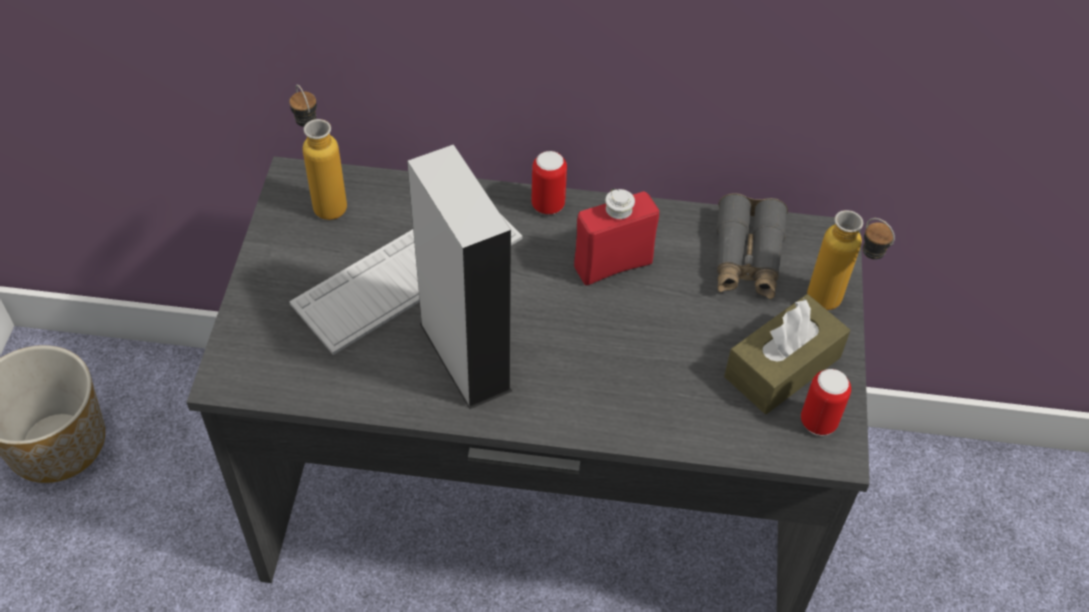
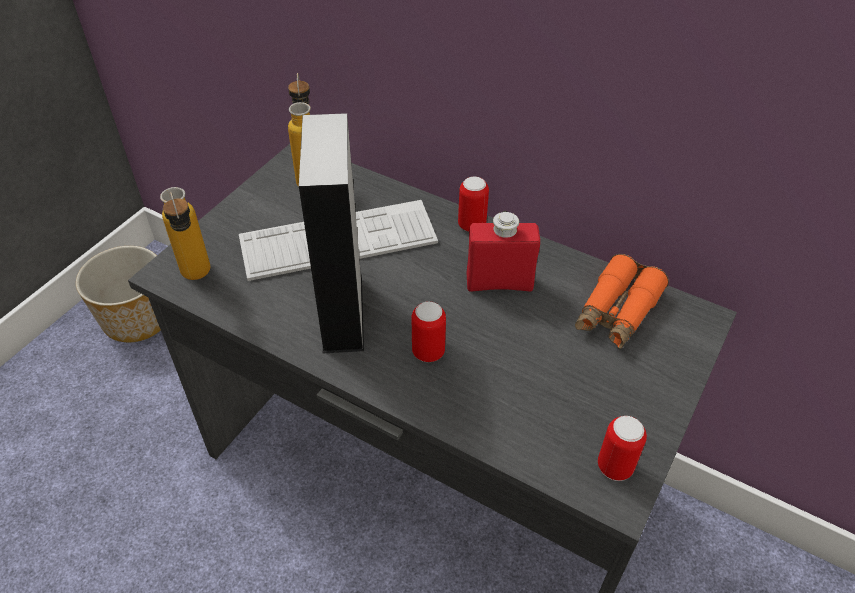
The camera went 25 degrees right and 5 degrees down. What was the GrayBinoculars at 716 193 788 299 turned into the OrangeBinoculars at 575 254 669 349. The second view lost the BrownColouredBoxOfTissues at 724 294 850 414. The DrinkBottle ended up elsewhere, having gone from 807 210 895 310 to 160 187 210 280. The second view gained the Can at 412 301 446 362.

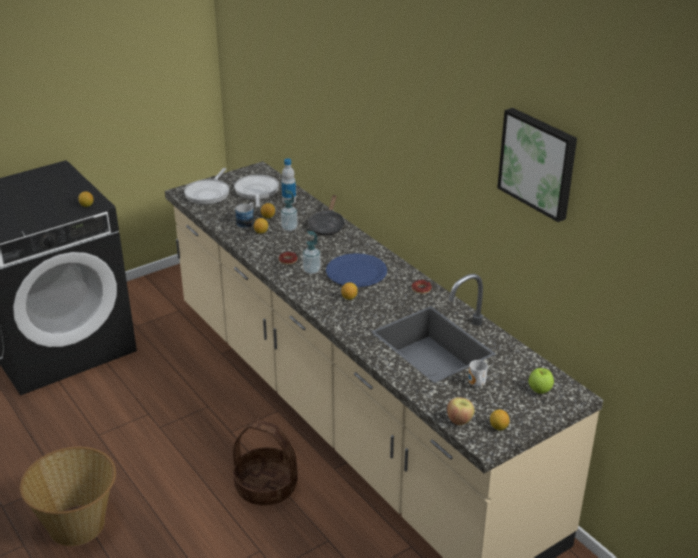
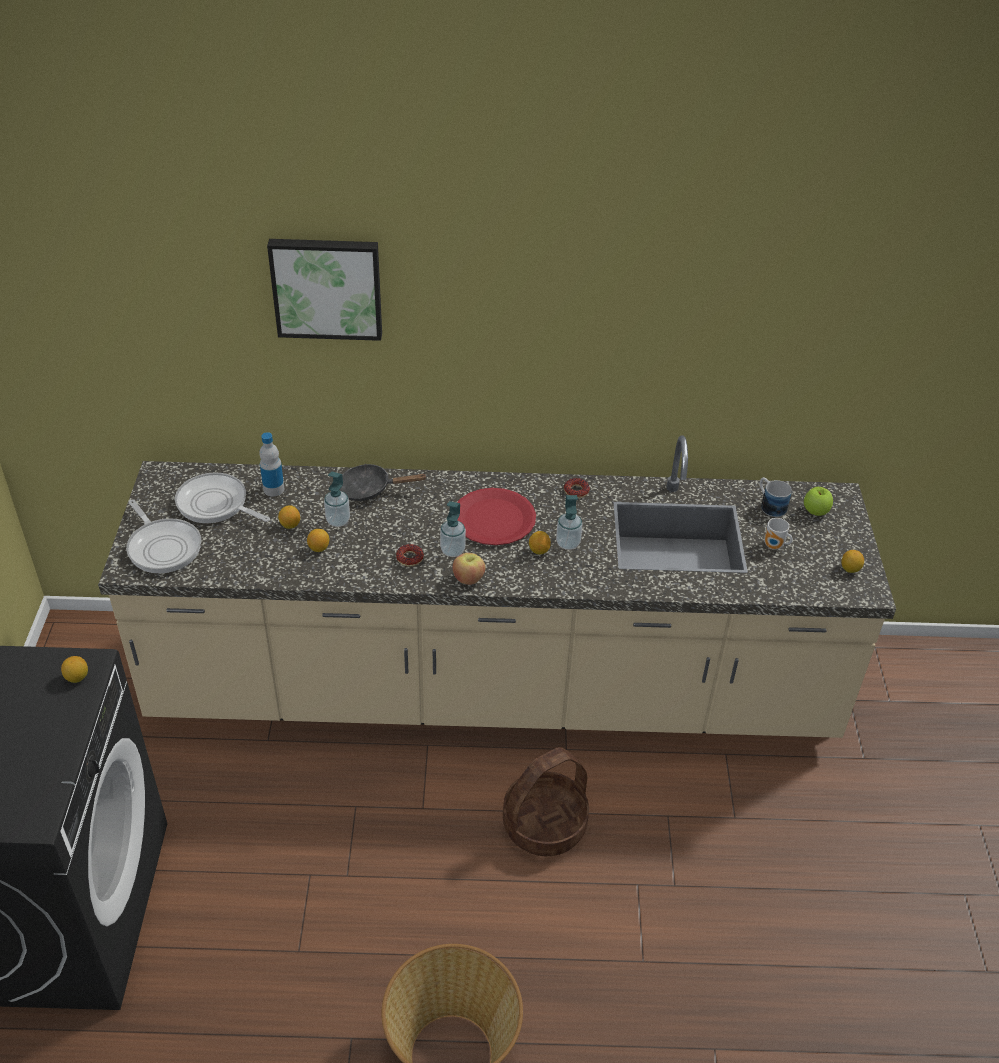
The camera went 55 degrees left and 10 degrees up. The TeaMug ended up elsewhere, having gone from 236 202 254 228 to 760 477 792 517. The BlackColouredPan at 308 195 345 235 ended up facing another way, 135 degrees clockwise from before. What was the BluishDinnerPlate at 326 253 387 287 turned into the ReddishDinnerPlate at 457 488 536 545. The AppleFruit ended up elsewhere, having gone from 447 397 474 425 to 453 553 485 585. The WallArt ended up elsewhere, having gone from 497 108 577 222 to 267 239 382 341. The second view gained the LiquidSoapBottle at 556 495 583 550.

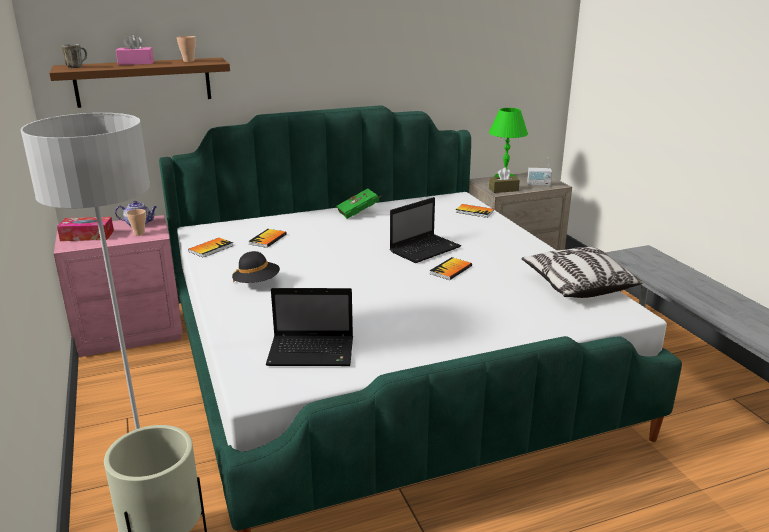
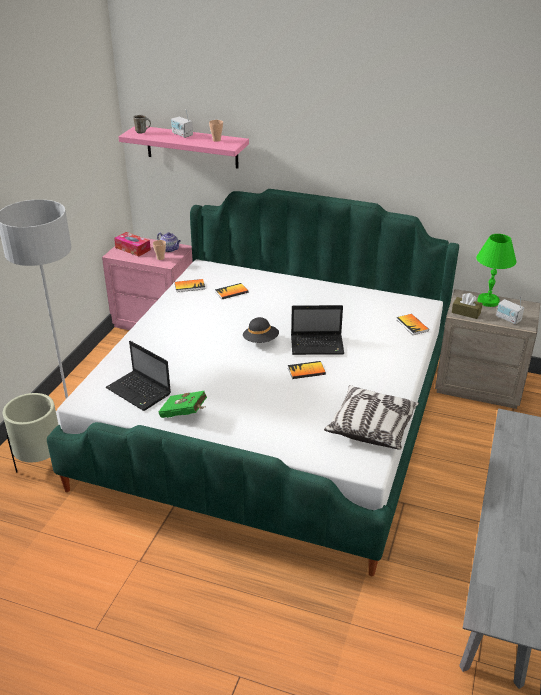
The camera went 40 degrees right and 10 degrees up. What was the BrownColouredBracketShelf at 49 57 230 108 turned into the PinkColouredBracketShelf at 118 126 249 168. Where the PinkColouredBoxOfTissues stood at 116 34 154 65, the RadioSet came to stand at 171 111 193 138. The BlackColouredClothingHat ended up elsewhere, having gone from 232 251 280 283 to 243 317 279 343. The GreenColouredBoundBook ended up elsewhere, having gone from 336 188 383 219 to 159 391 207 418.

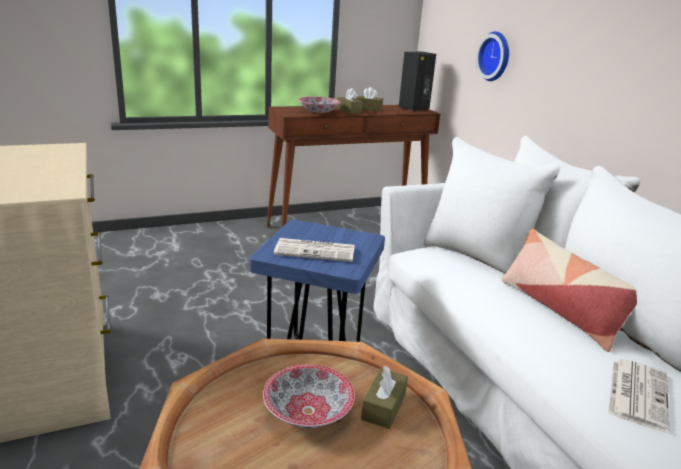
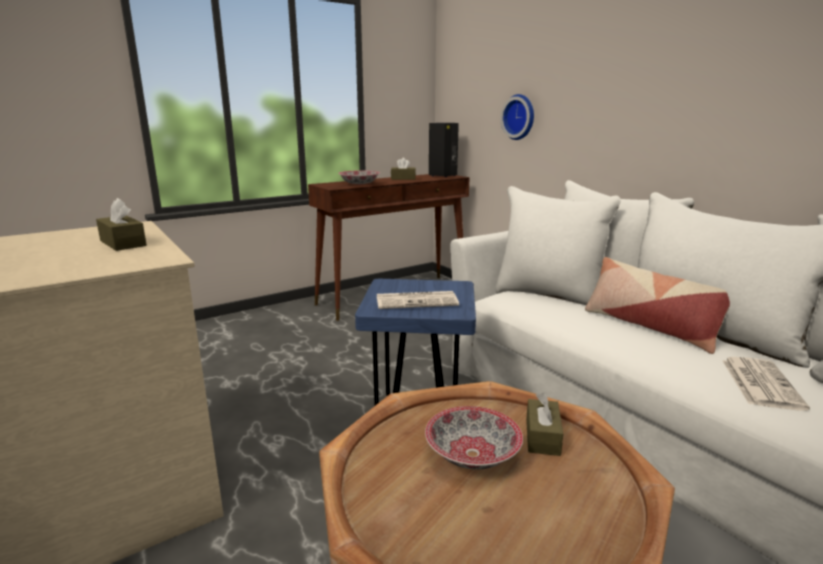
The camera went 10 degrees left and 5 degrees down. The BrownColouredBoxOfTissues ended up elsewhere, having gone from 337 88 363 114 to 96 198 147 251.

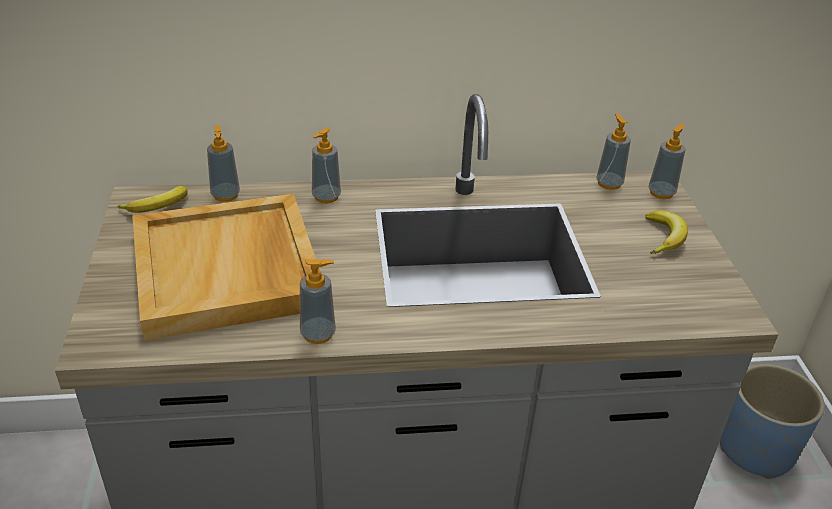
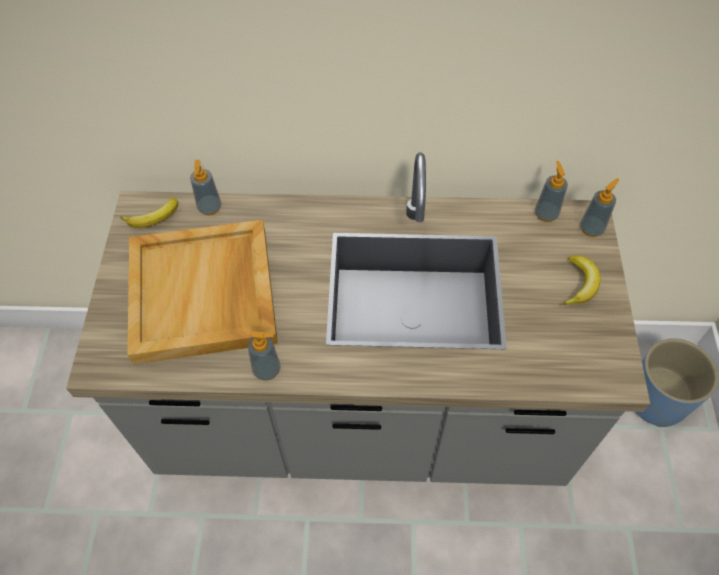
The camera went 10 degrees right and 20 degrees up. The second view lost the LiquidSoapBottle at 312 128 341 203.

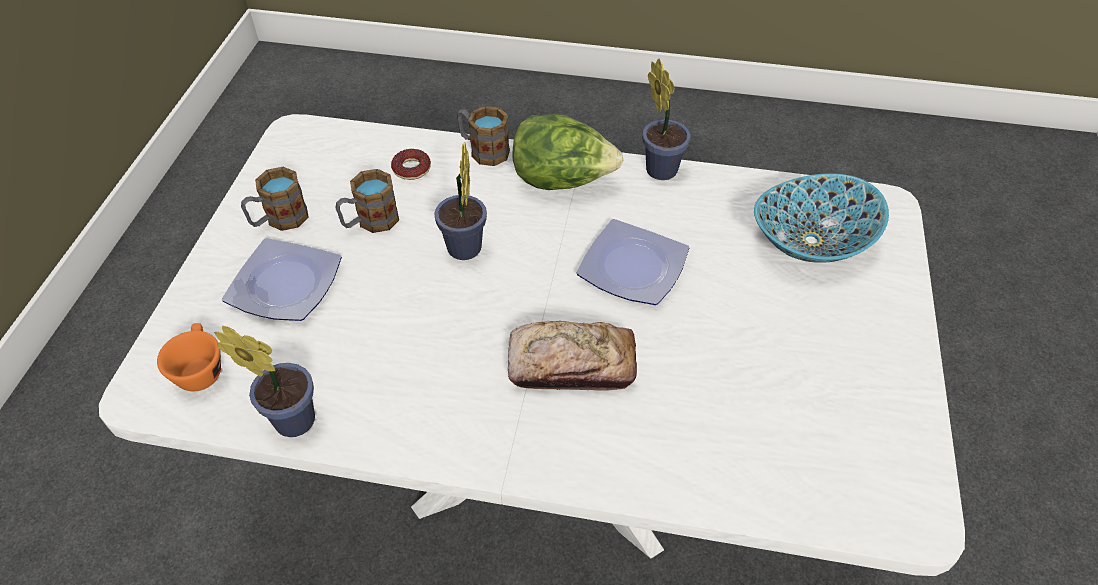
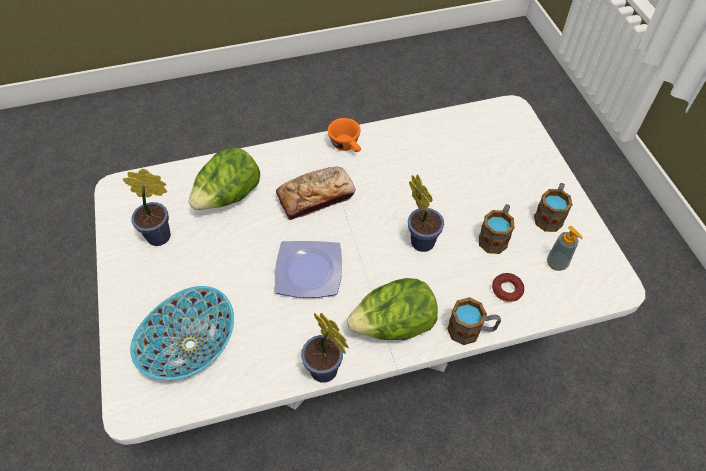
The camera went 155 degrees right and 5 degrees up. The OrangeCup ended up elsewhere, having gone from 157 323 221 391 to 328 118 361 152. The PottedPlant ended up elsewhere, having gone from 214 326 315 437 to 123 169 171 246. The second view lost the DinnerPlate at 222 238 342 321. The second view gained the Lettuce at 189 148 260 210. The second view gained the LiquidSoapBottle at 547 226 583 271.

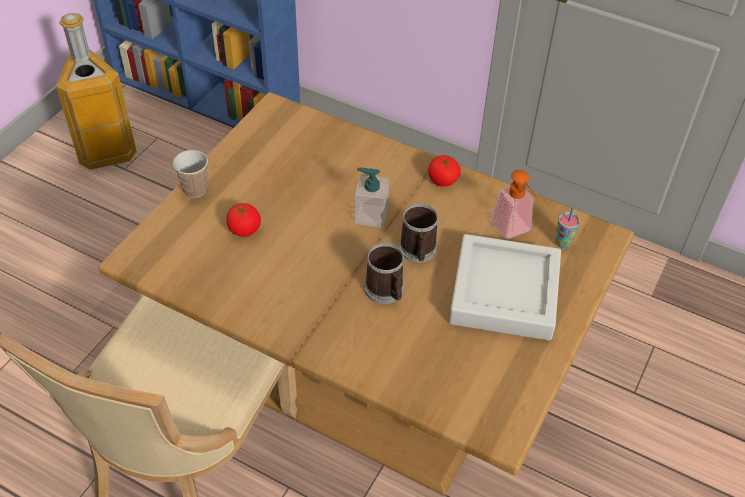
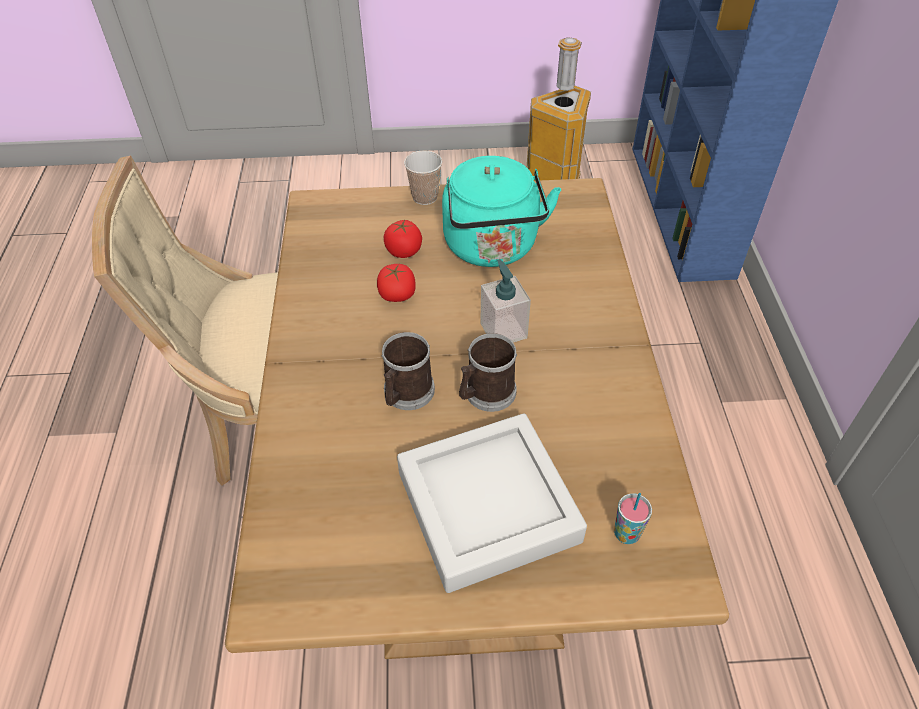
The camera went 60 degrees right and 0 degrees up. The Tomato ended up elsewhere, having gone from 428 155 461 187 to 377 264 416 302. The second view lost the LiquidSoapBottle at 491 170 538 239. The second view gained the TurquoiseColouredKettle at 442 156 561 267.

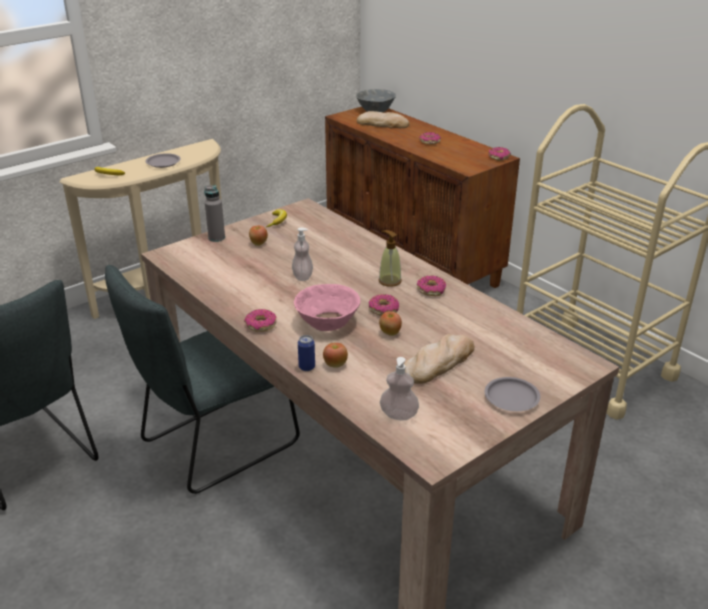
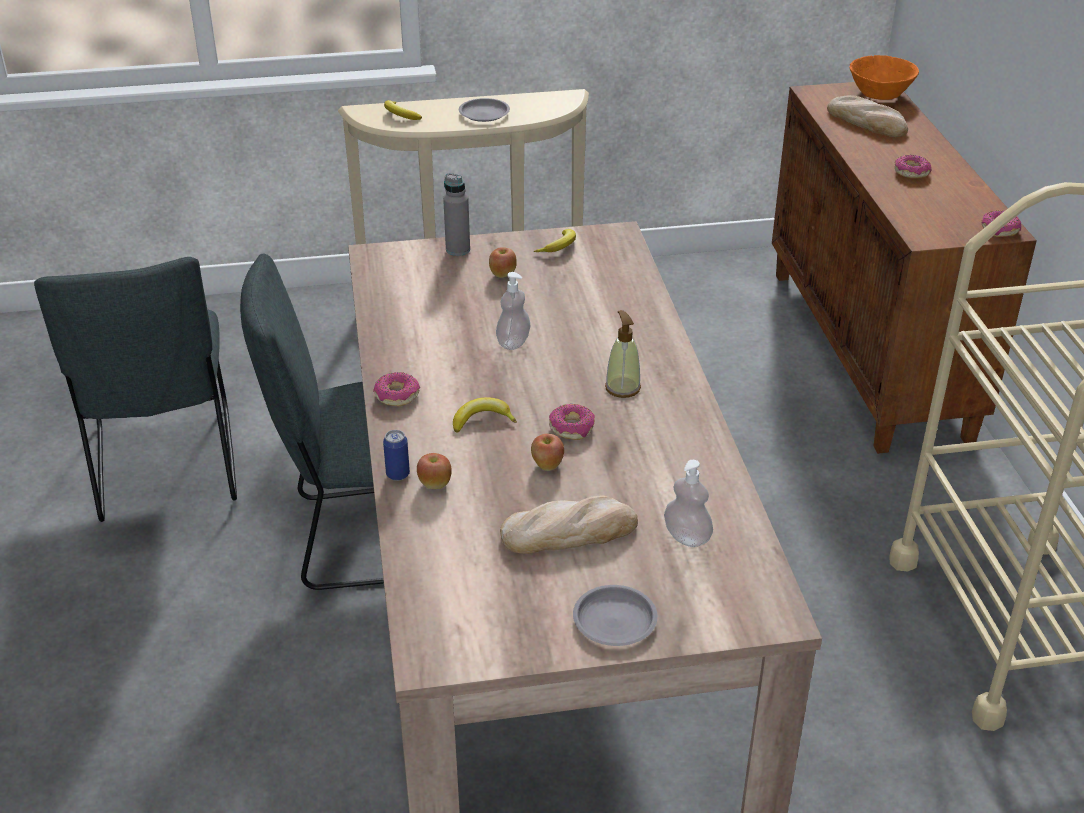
The camera went 30 degrees right and 5 degrees up. Where the PinkColouredDeepDish stood at 294 284 361 331, the BananaFruit came to stand at 453 397 517 432. What was the GrayDeepDish at 356 89 396 112 turned into the OrangeDeepDish at 849 55 919 100. The LiquidSoapBottle ended up elsewhere, having gone from 380 357 419 420 to 664 460 713 547. The second view lost the Donut at 417 276 446 296.

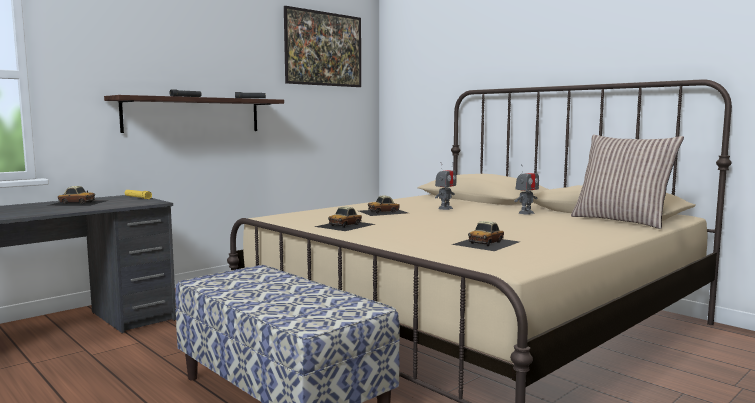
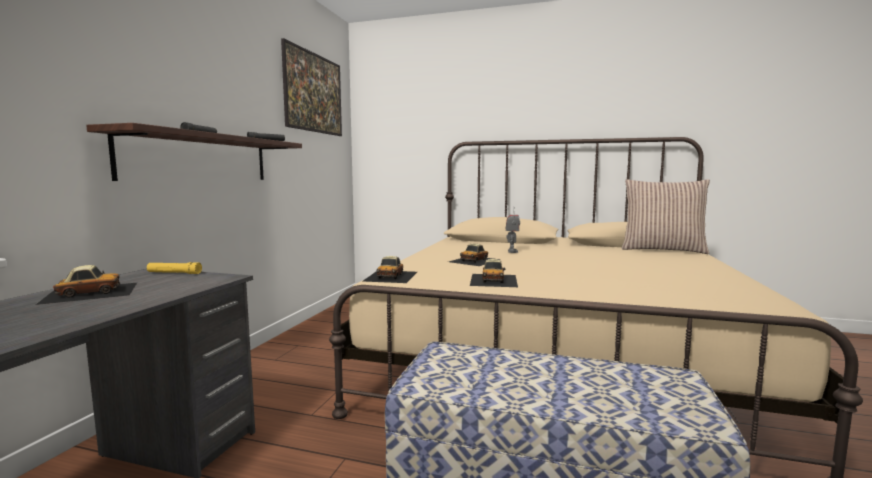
The camera went 30 degrees left and 0 degrees up. The ModelCar ended up elsewhere, having gone from 451 221 519 251 to 363 256 417 283. The second view lost the ToyRobot at 514 164 539 215.

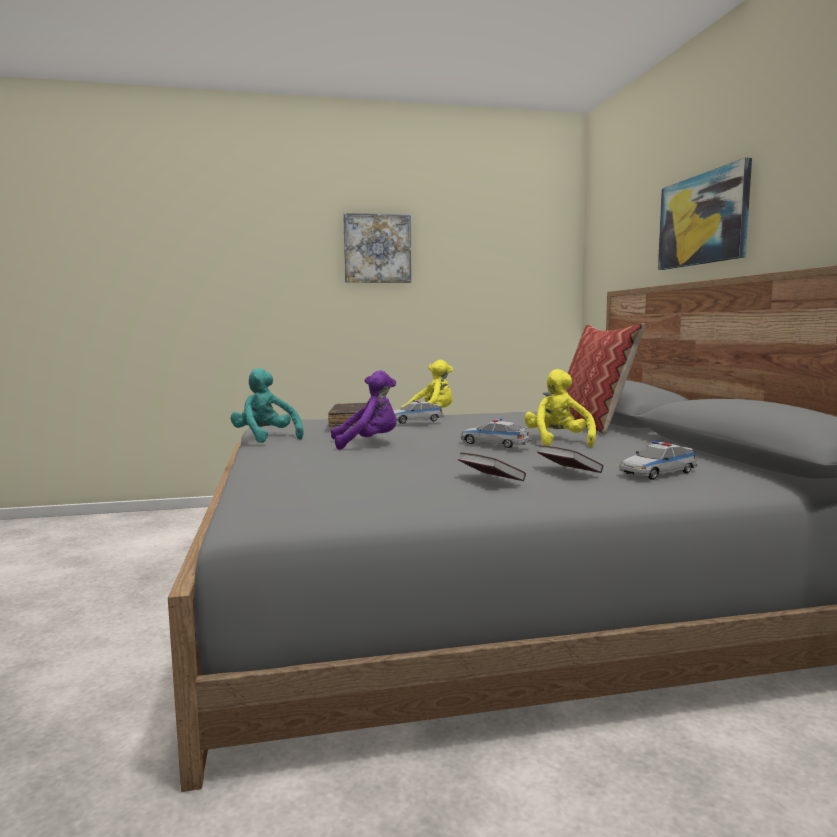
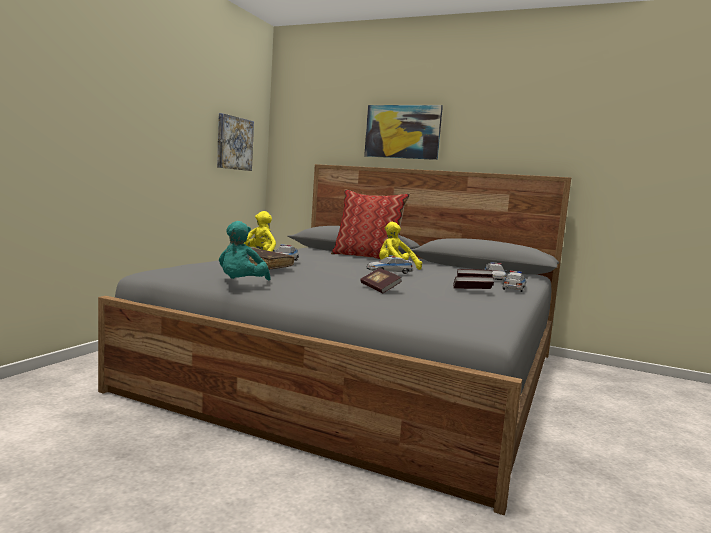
The camera went 55 degrees left and 0 degrees up. The TurquoiseColouredPlushToy at 230 368 304 443 ended up facing another way, 75 degrees counterclockwise from before. The second view lost the PurplishPlushToy at 331 370 397 450. The WallArt ended up elsewhere, having gone from 343 213 411 283 to 217 113 254 171. The second view gained the BoundBook at 360 268 402 293. The second view gained the ModelCar at 502 271 527 292.

